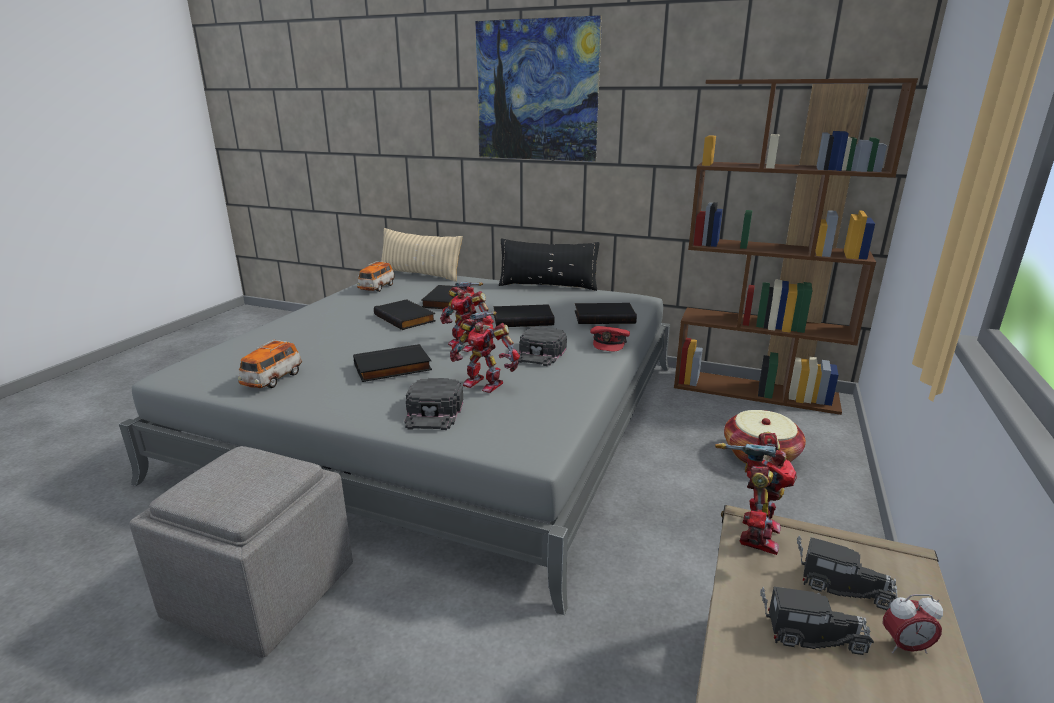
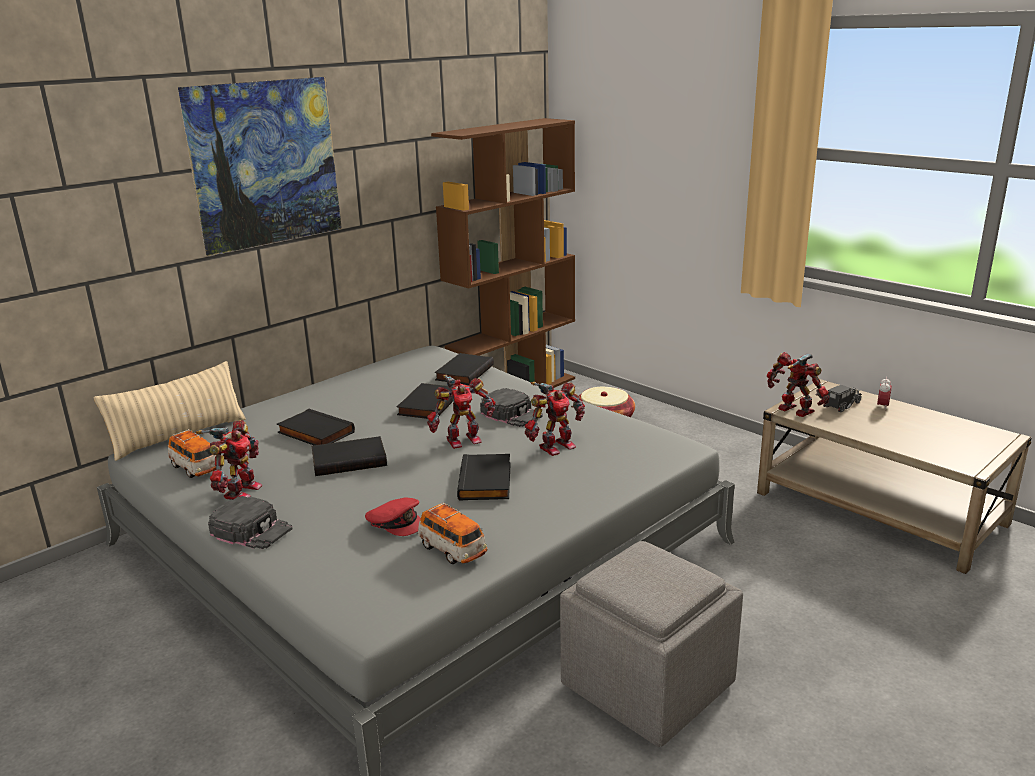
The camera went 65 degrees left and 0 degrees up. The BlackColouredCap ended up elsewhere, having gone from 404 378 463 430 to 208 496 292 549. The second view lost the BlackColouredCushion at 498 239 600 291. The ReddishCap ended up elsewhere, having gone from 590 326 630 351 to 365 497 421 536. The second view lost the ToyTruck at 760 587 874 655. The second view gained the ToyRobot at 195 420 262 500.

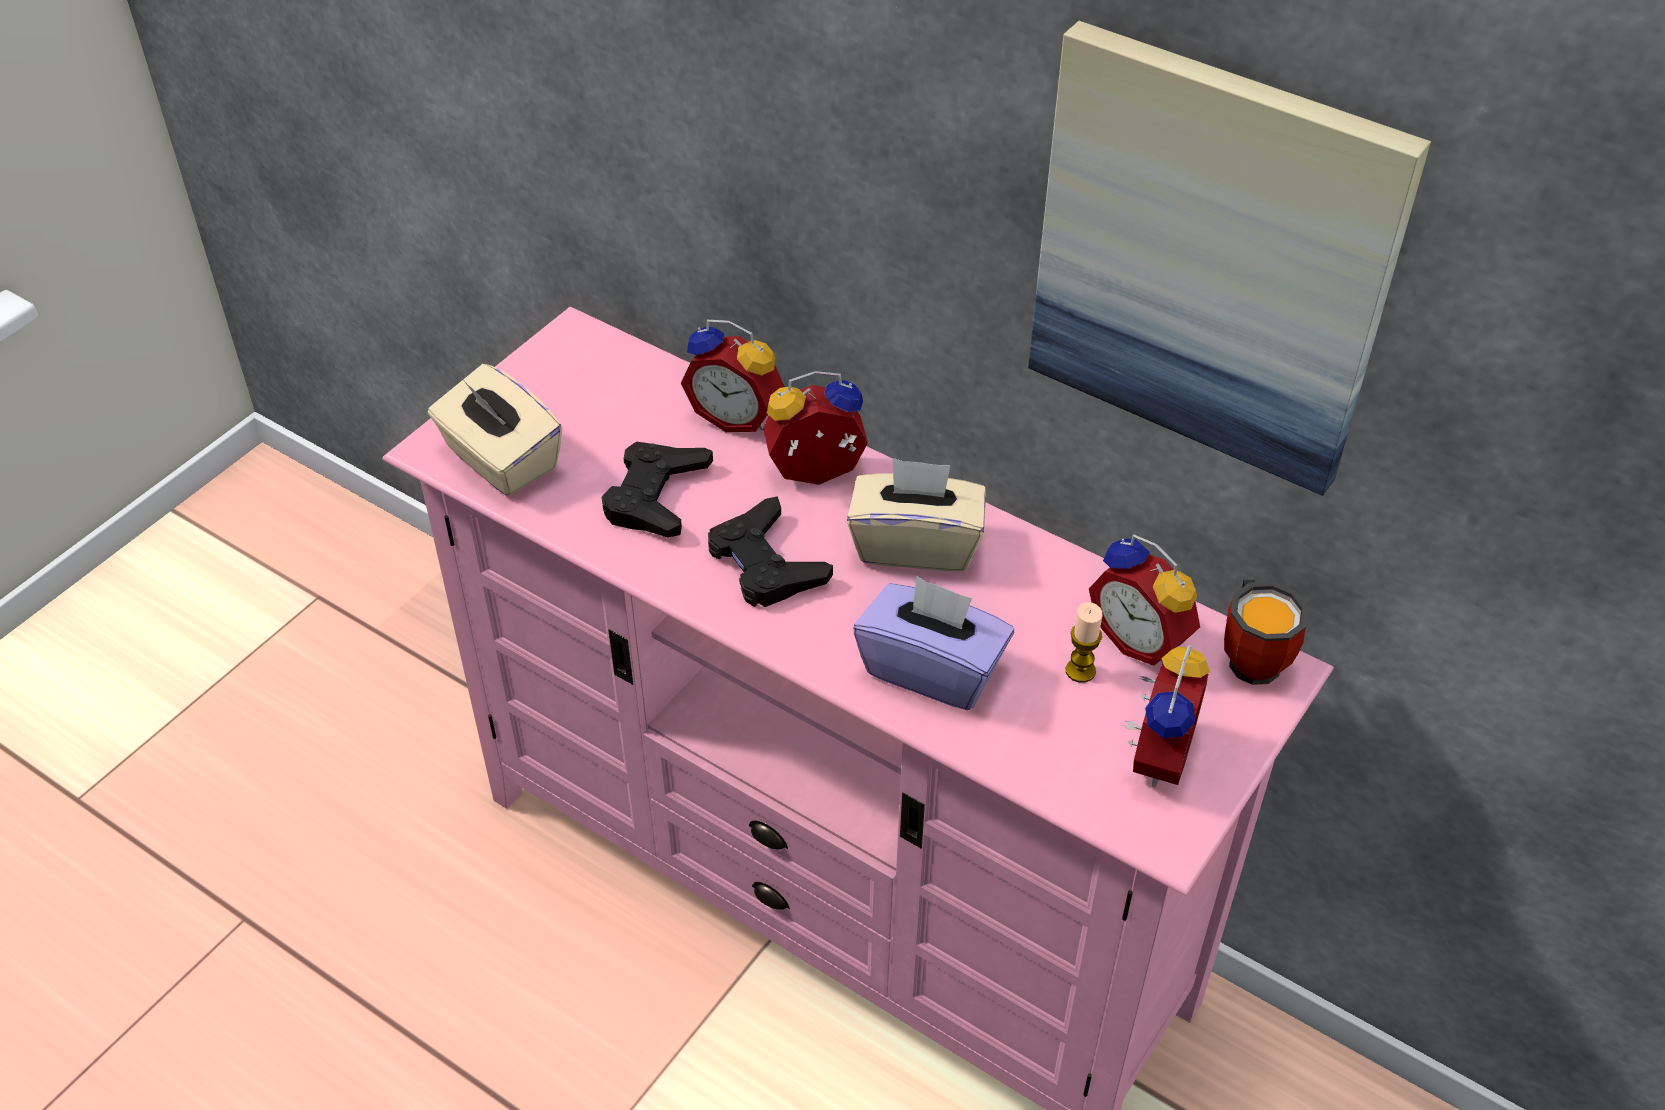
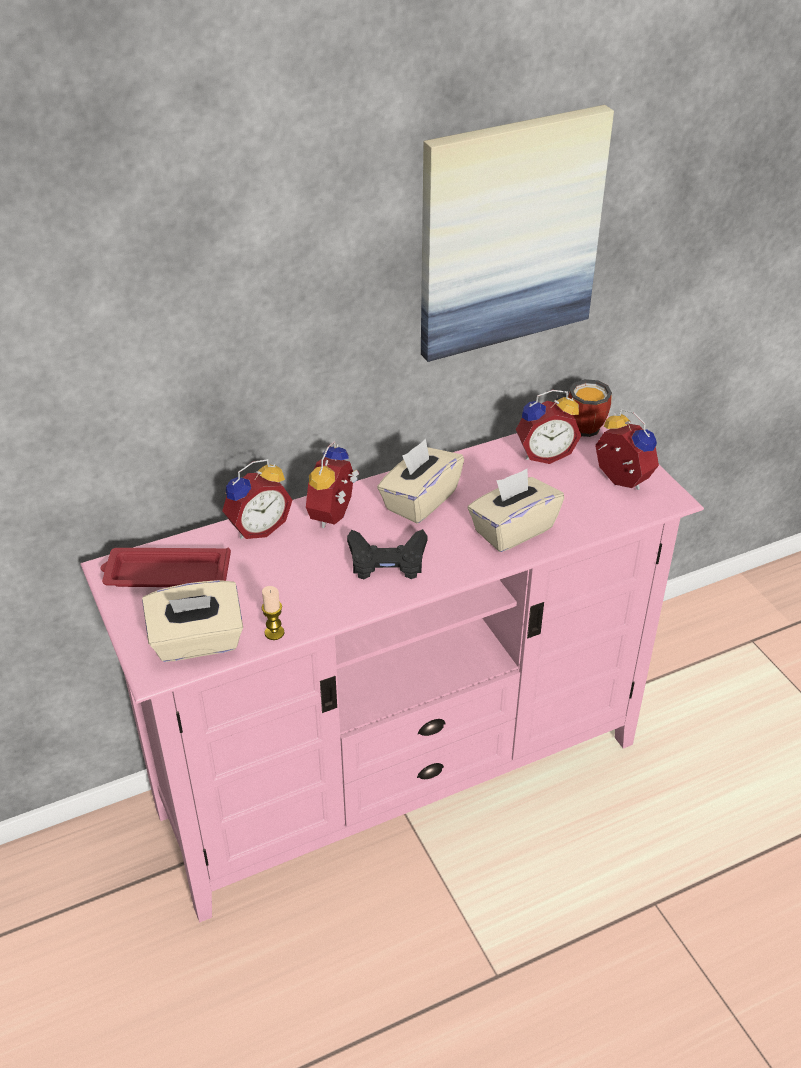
The camera went 60 degrees left and 5 degrees down. The second view lost the BlackColouredJoypad at 602 442 713 538. What was the PurplishBoxOfTissues at 853 575 1014 710 turned into the BeigeBoxOfTissues at 468 469 564 552. The Candle ended up elsewhere, having gone from 1066 602 1102 683 to 262 586 284 640. The second view gained the ReddishServingTray at 101 548 231 587.

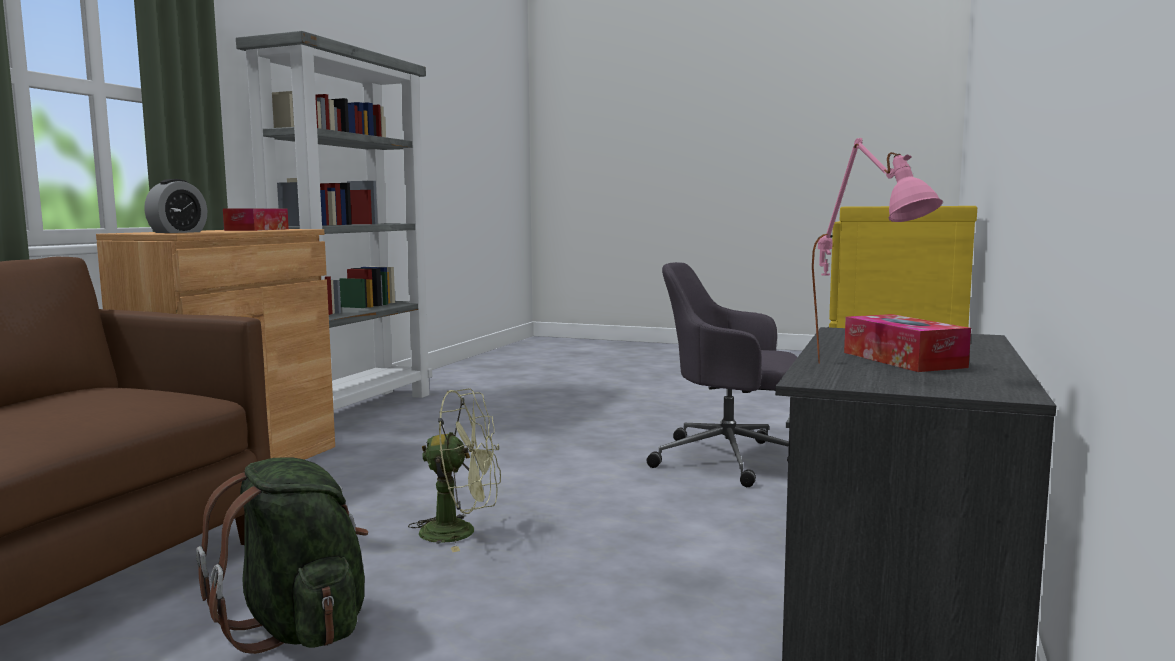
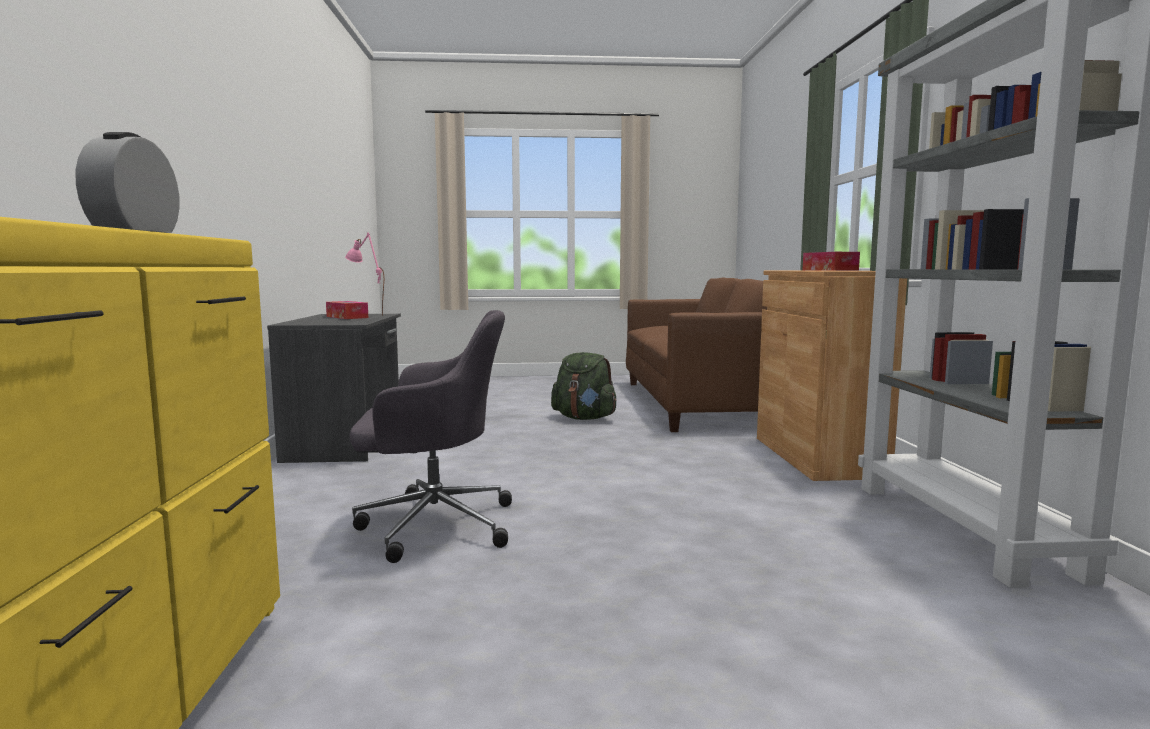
The camera went 155 degrees right and 0 degrees up. The BedsideClock ended up elsewhere, having gone from 144 179 207 233 to 76 132 179 233. The second view lost the GreenColouredElectricFan at 408 388 501 552.

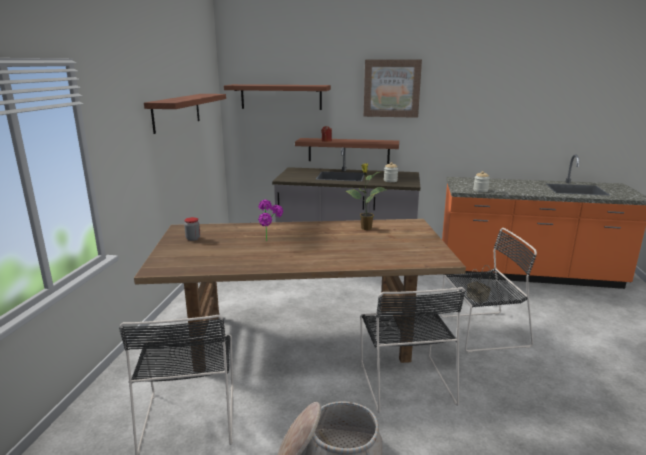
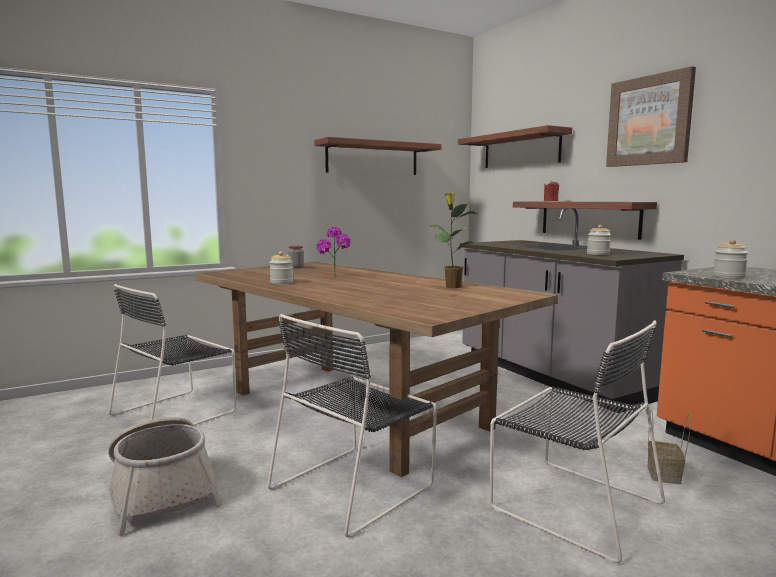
The camera went 50 degrees right and 10 degrees down. The second view gained the StorageJar at 269 251 293 284.

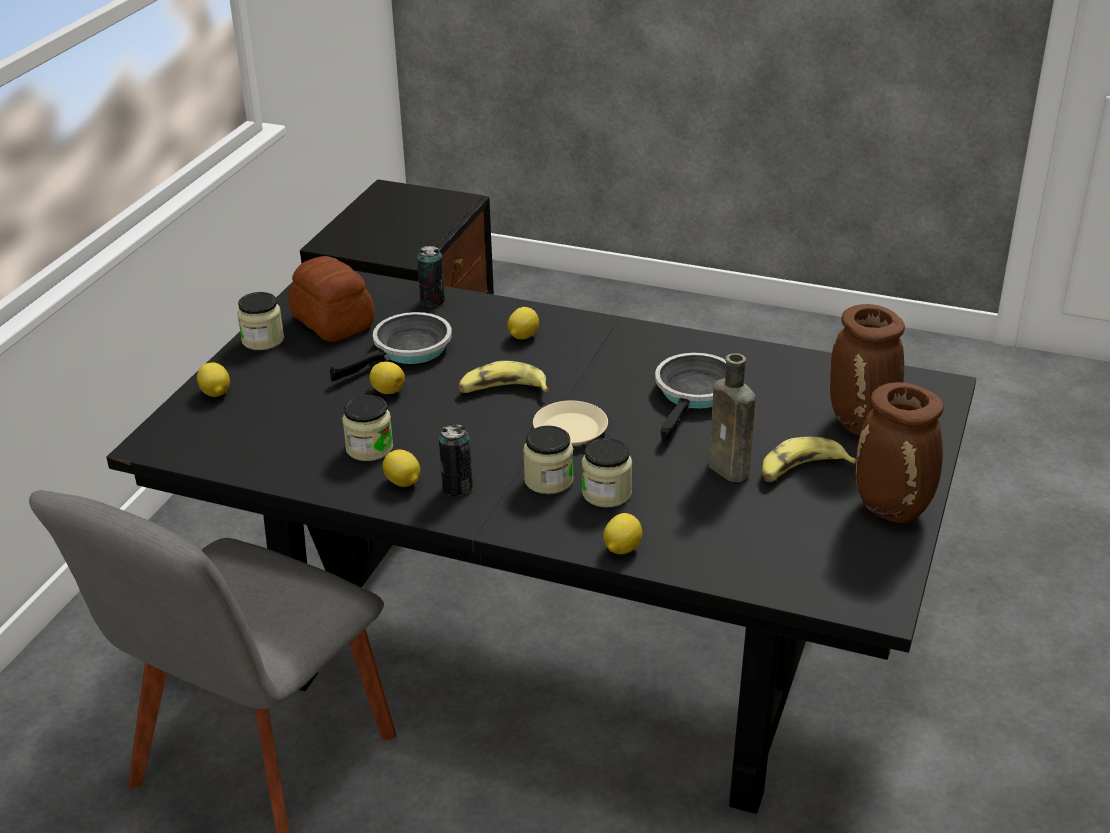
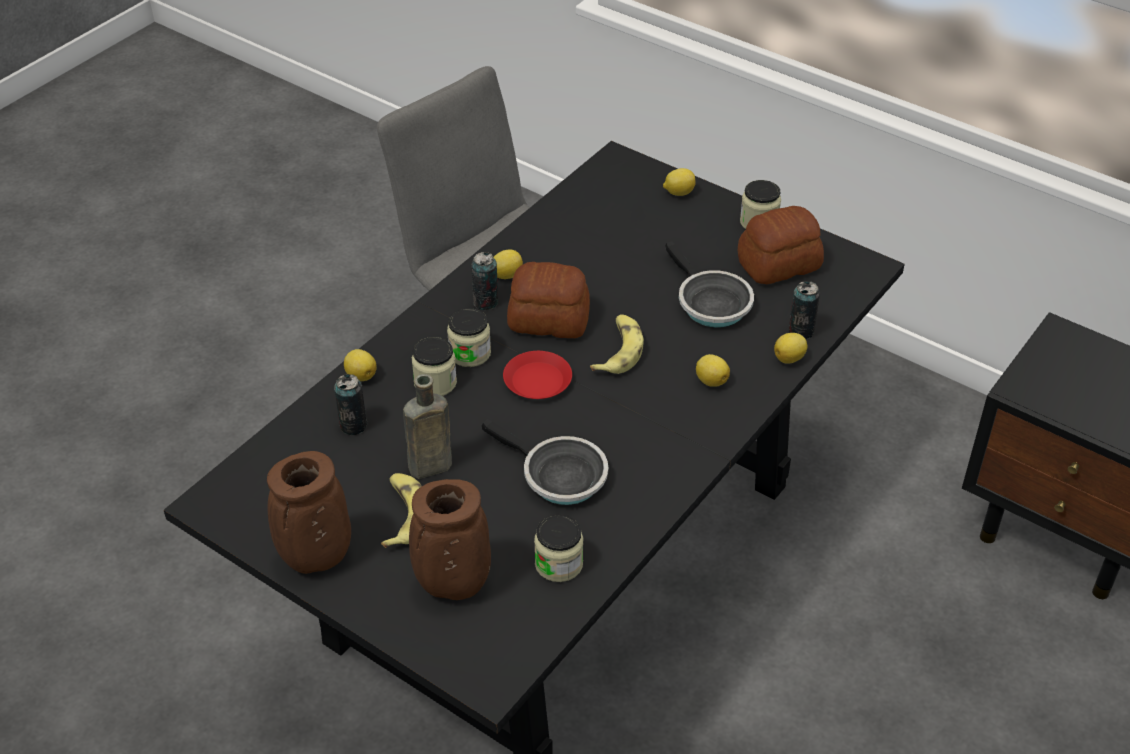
The camera went 105 degrees right and 10 degrees up. The StorageJar ended up elsewhere, having gone from 342 395 393 461 to 534 515 584 582. The WholeLemon ended up elsewhere, having gone from 370 362 405 394 to 774 333 807 364. What was the BeigeDinnerPlate at 533 401 608 446 turned into the ReddishDinnerPlate at 503 351 572 399. The second view gained the Can at 334 374 367 435. The second view gained the Bread at 507 262 590 338.

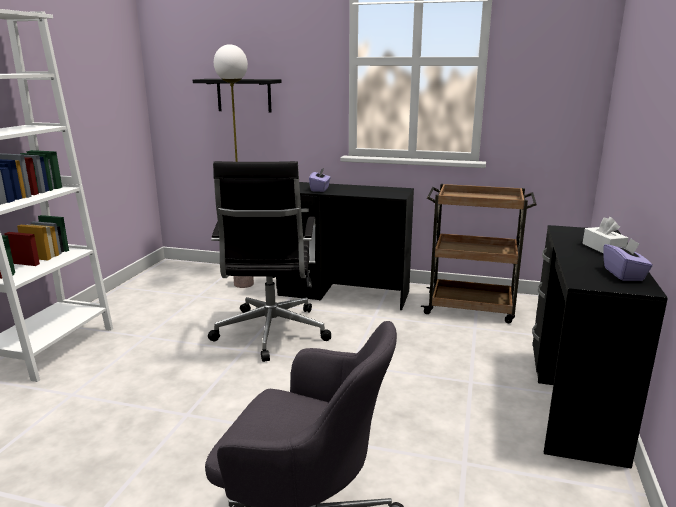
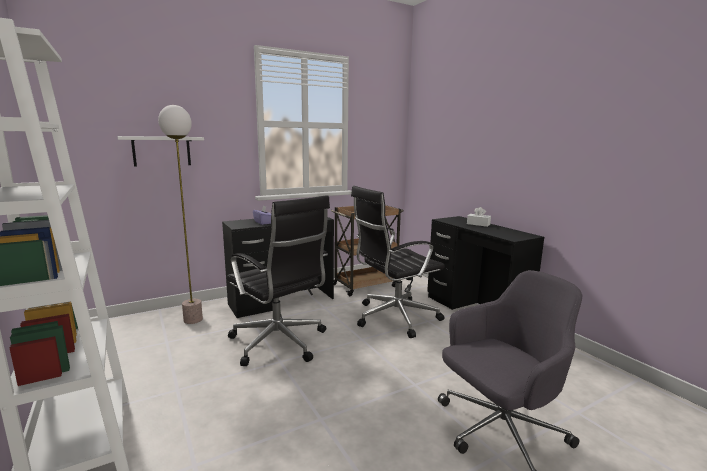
The camera went 45 degrees left and 5 degrees down. What was the BlackColouredBracketShelf at 193 79 282 112 turned into the WhiteColouredBracketShelf at 118 136 204 167. The second view lost the PurplishBoxOfTissues at 604 238 653 281. The second view gained the BlackColouredOfficeChair at 351 186 445 338.

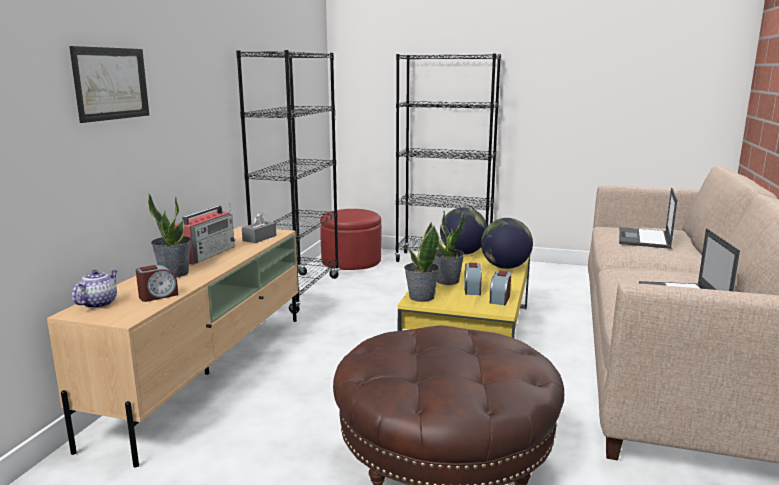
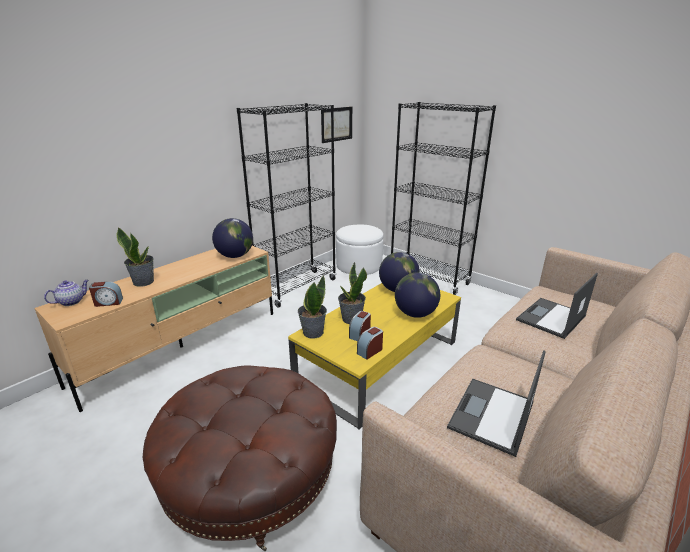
The camera went 25 degrees right and 10 degrees up. The WallArt ended up elsewhere, having gone from 69 46 149 123 to 321 107 352 143. The second view lost the RadioSet at 174 203 235 265. Where the GrayBoxOfTissues stood at 242 212 276 243, the DeskGlobe came to stand at 212 218 253 258. What was the ReddishFootrest at 320 209 381 270 turned into the WhiteColouredFootrest at 336 224 383 275.

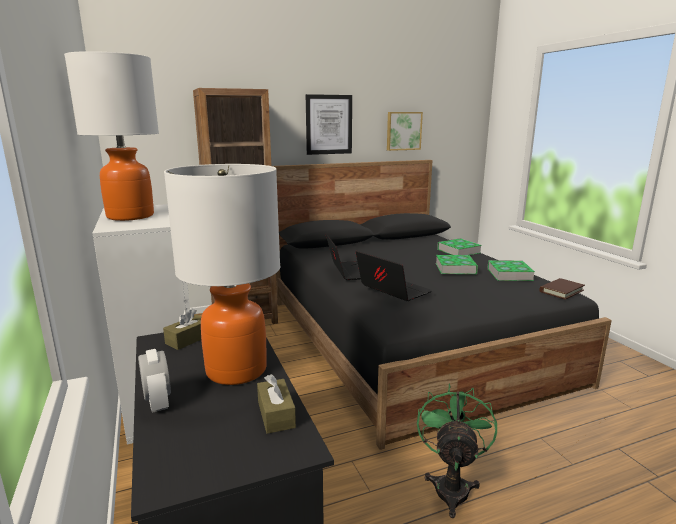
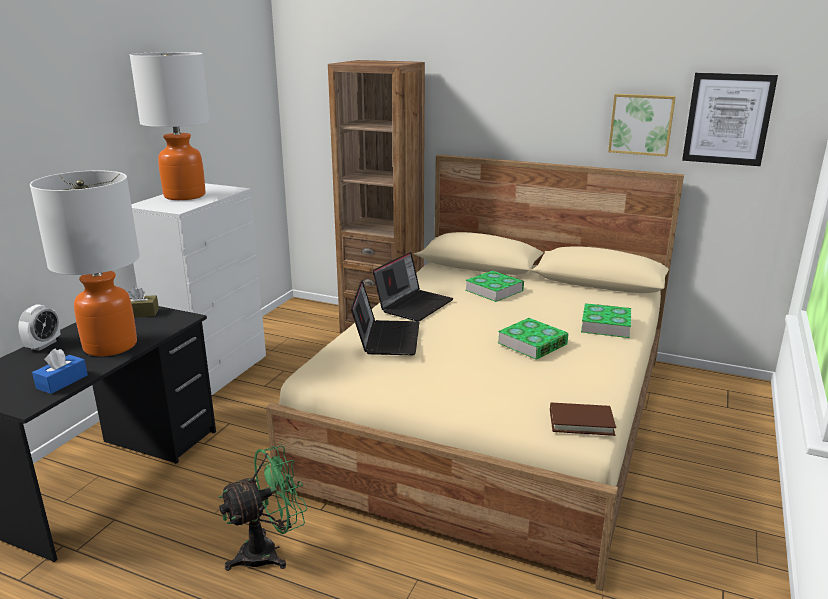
The camera went 45 degrees right and 5 degrees up. What was the BrownColouredBoxOfTissues at 257 374 296 434 turned into the BluishBoxOfTissues at 32 349 88 394. What was the BlackColouredBedroomBed at 273 160 612 450 turned into the BeigeBedroomBed at 266 154 684 591. The WallArt ended up elsewhere, having gone from 306 94 352 155 to 682 73 778 166. The BoundBook ended up elsewhere, having gone from 488 260 535 281 to 465 271 524 302.

